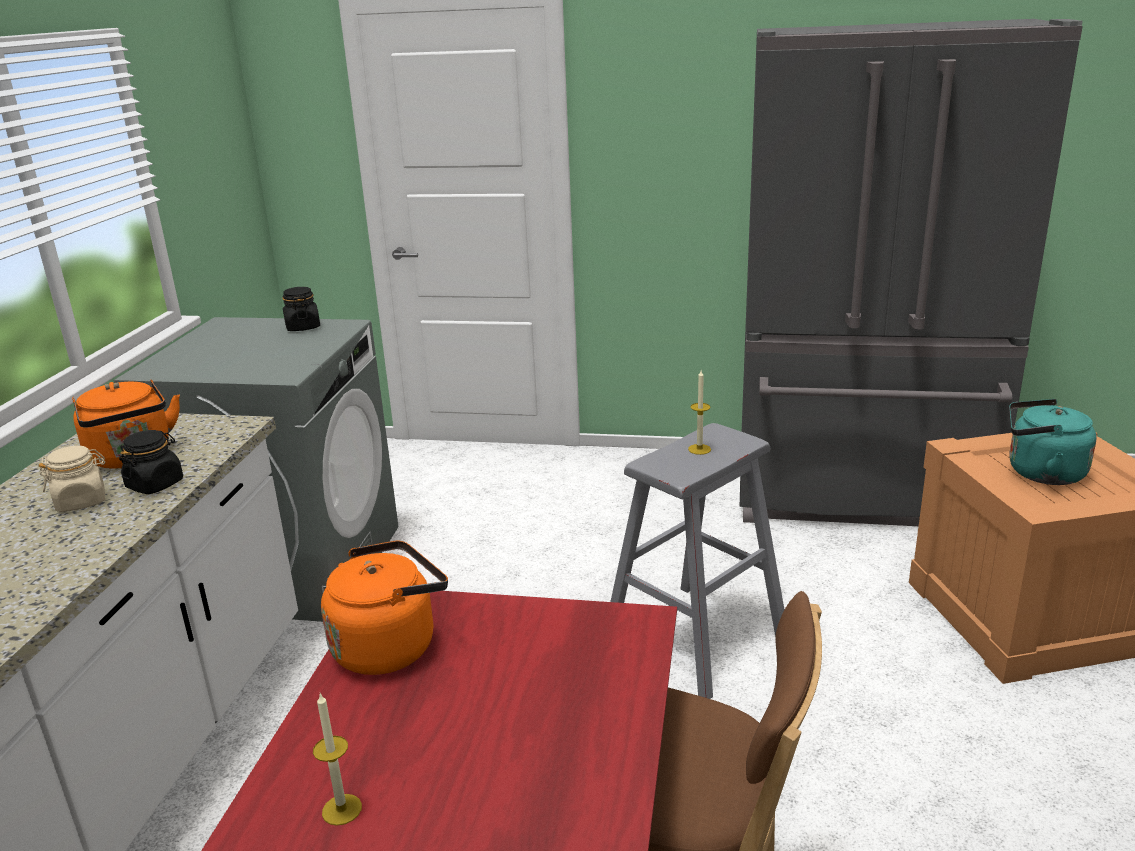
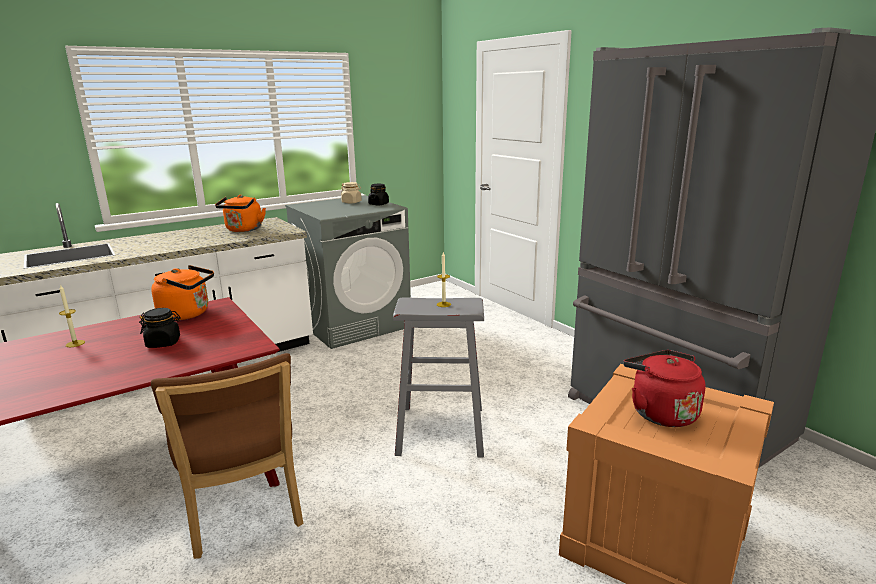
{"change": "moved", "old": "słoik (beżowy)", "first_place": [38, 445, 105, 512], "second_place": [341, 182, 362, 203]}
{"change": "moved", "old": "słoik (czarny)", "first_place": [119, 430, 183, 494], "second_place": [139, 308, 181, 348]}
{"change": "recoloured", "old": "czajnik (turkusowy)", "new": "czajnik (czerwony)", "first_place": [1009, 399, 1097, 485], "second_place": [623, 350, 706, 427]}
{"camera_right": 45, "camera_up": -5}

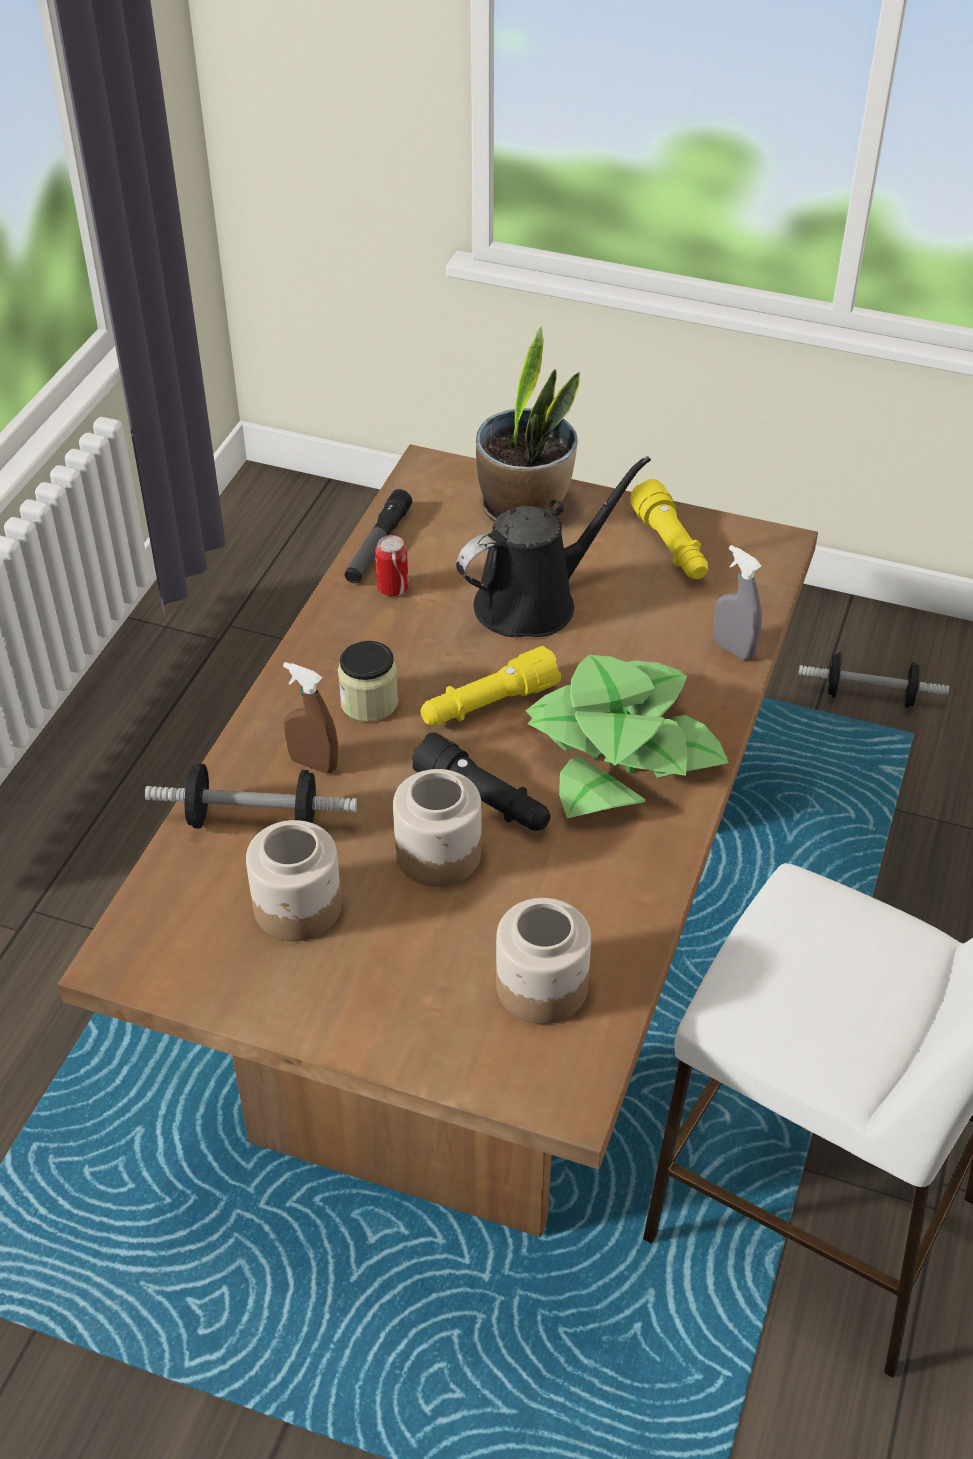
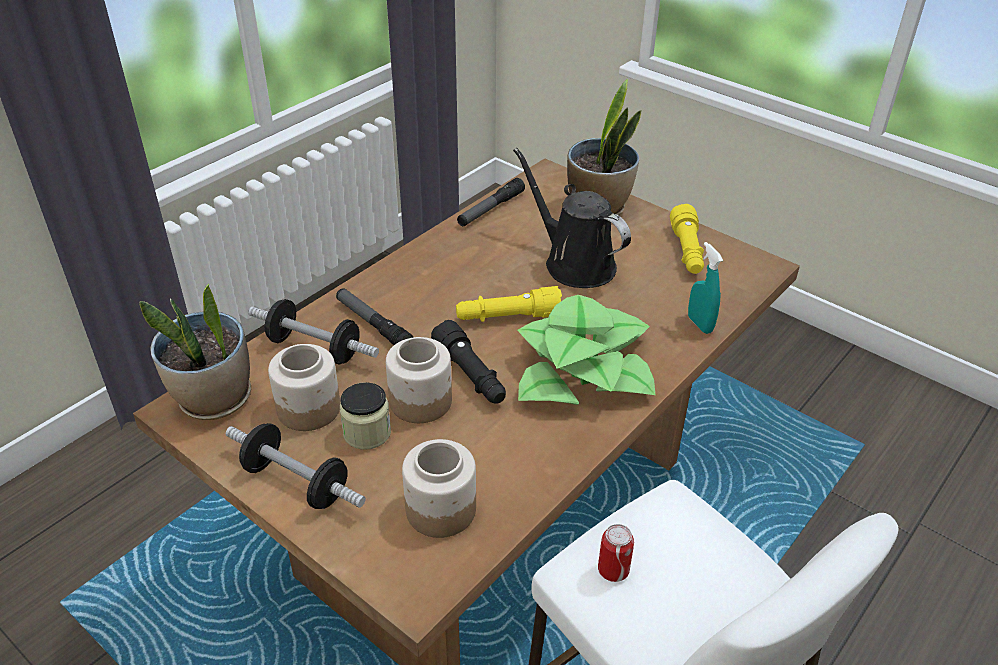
{"change": "replaced", "old": "spryskiwacz (brązowy)", "new": "latarka", "first_place": [283, 662, 338, 774], "second_place": [336, 288, 413, 345]}
{"change": "moved", "old": "słoik", "first_place": [338, 641, 398, 722], "second_place": [340, 382, 391, 450]}
{"change": "moved", "old": "puszka", "first_place": [375, 535, 409, 596], "second_place": [598, 524, 634, 582]}
{"change": "turned", "old": "konewka (czarny)", "first_place": [456, 456, 651, 637], "second_place": [513, 148, 631, 288], "degrees": -120}
{"change": "recoloured", "old": "spryskiwacz (szary)", "new": "spryskiwacz (turkusowy)", "first_place": [714, 545, 762, 660], "second_place": [688, 242, 723, 334]}
{"change": "moved", "old": "hantel", "first_place": [798, 653, 949, 708], "second_place": [226, 423, 366, 509]}
{"change": "added", "new": "roślina doniczkowa", "second_place": [139, 284, 251, 420]}
{"camera_right": 20, "camera_up": -5}

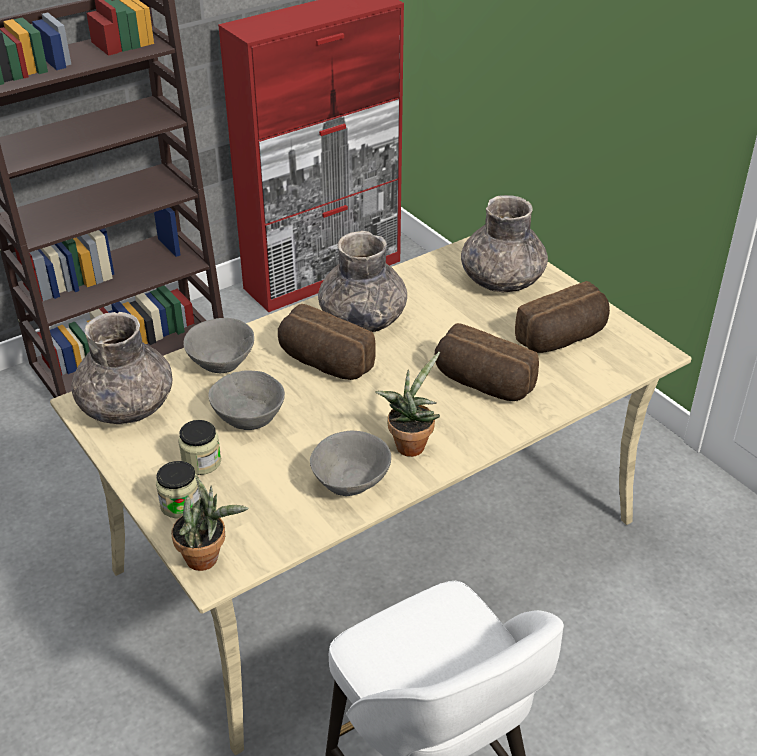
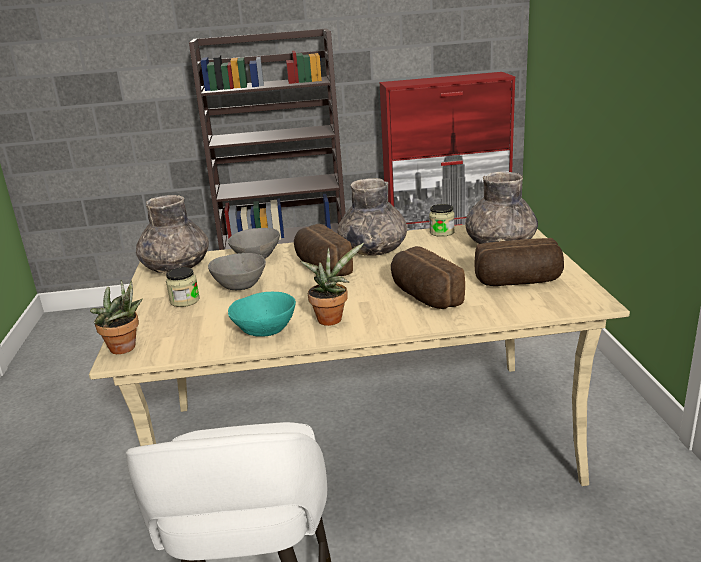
{"change": "moved", "old": "słoik", "first_place": [156, 461, 200, 518], "second_place": [429, 204, 455, 237]}
{"change": "recoloured", "old": "miska (szary)", "new": "miska (turkusowy)", "first_place": [310, 430, 391, 496], "second_place": [228, 292, 296, 337]}
{"camera_right": 30, "camera_up": -15}

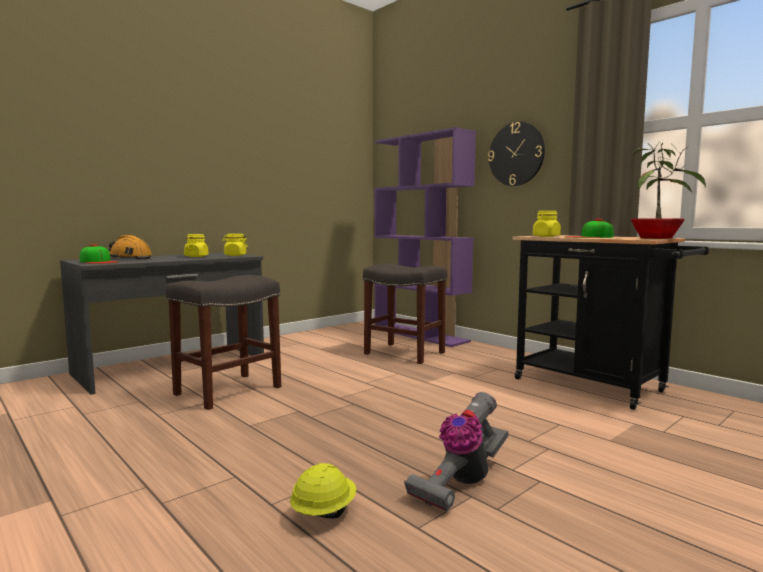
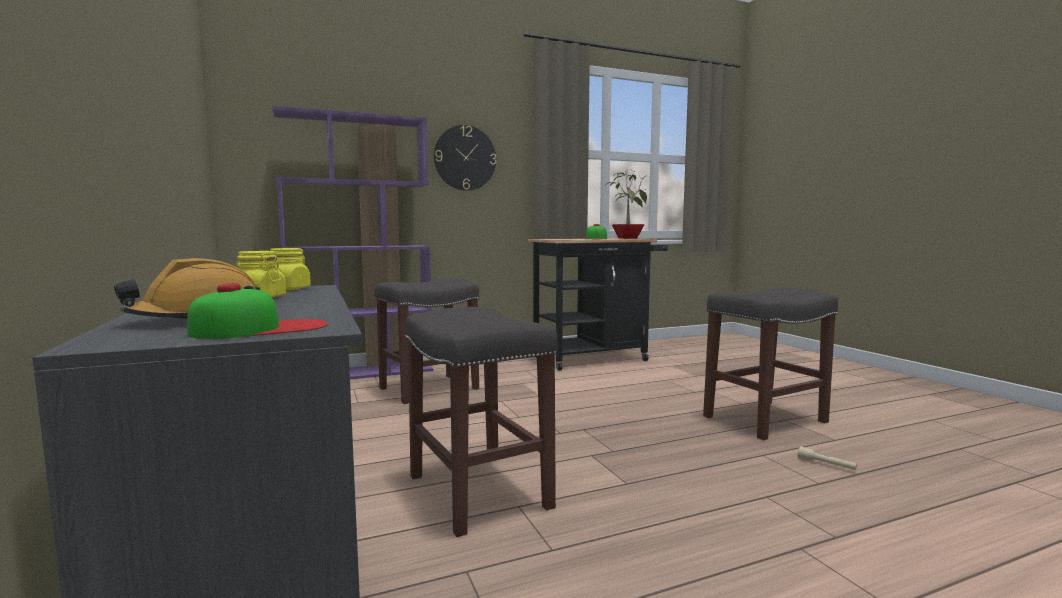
{"change": "replaced", "old": "kask (żółty)", "new": "latarka (beżowy)", "first_place": [290, 463, 357, 518], "second_place": [798, 446, 857, 470]}
{"change": "replaced", "old": "odkurzacz", "new": "stołek (szary)", "first_place": [404, 392, 509, 511], "second_place": [703, 288, 838, 440]}
{"change": "removed", "old": "słoik (żółty)", "first_place": [533, 211, 561, 237]}
{"camera_right": -70, "camera_up": 0}

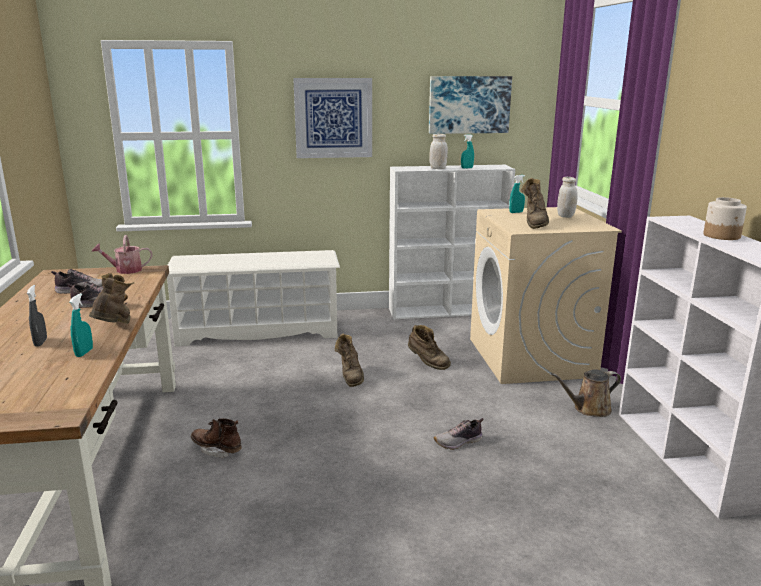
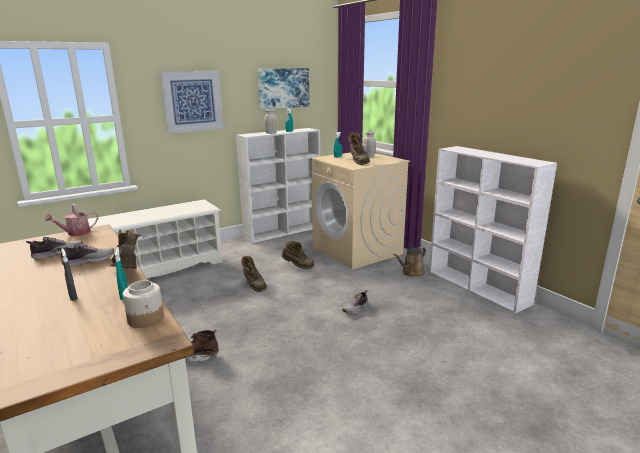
{"change": "moved", "old": "słoik", "first_place": [703, 197, 747, 240], "second_place": [123, 280, 164, 328]}
{"camera_right": -25, "camera_up": 0}

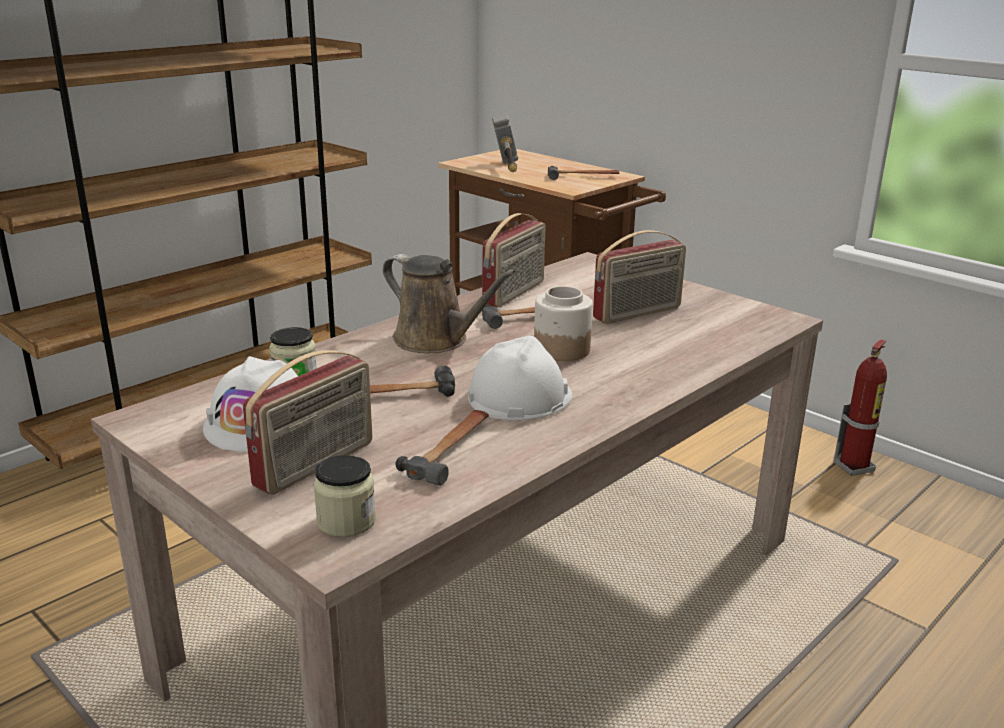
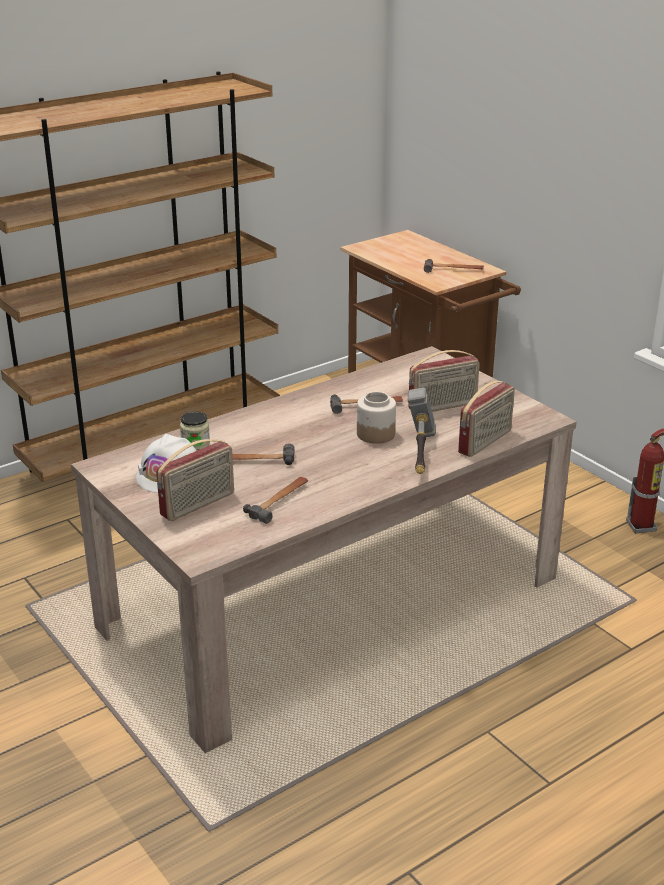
{"change": "removed", "old": "słoik", "first_place": [313, 455, 376, 537]}
{"change": "removed", "old": "konewka (brązowy)", "first_place": [383, 254, 516, 353]}
{"change": "removed", "old": "kask (biały)", "first_place": [468, 335, 573, 420]}
{"change": "moved", "old": "radio", "first_place": [482, 213, 546, 307], "second_place": [458, 381, 515, 457]}
{"change": "moved", "old": "młotek", "first_place": [492, 115, 518, 172], "second_place": [408, 387, 436, 474]}
{"camera_right": 10, "camera_up": 5}

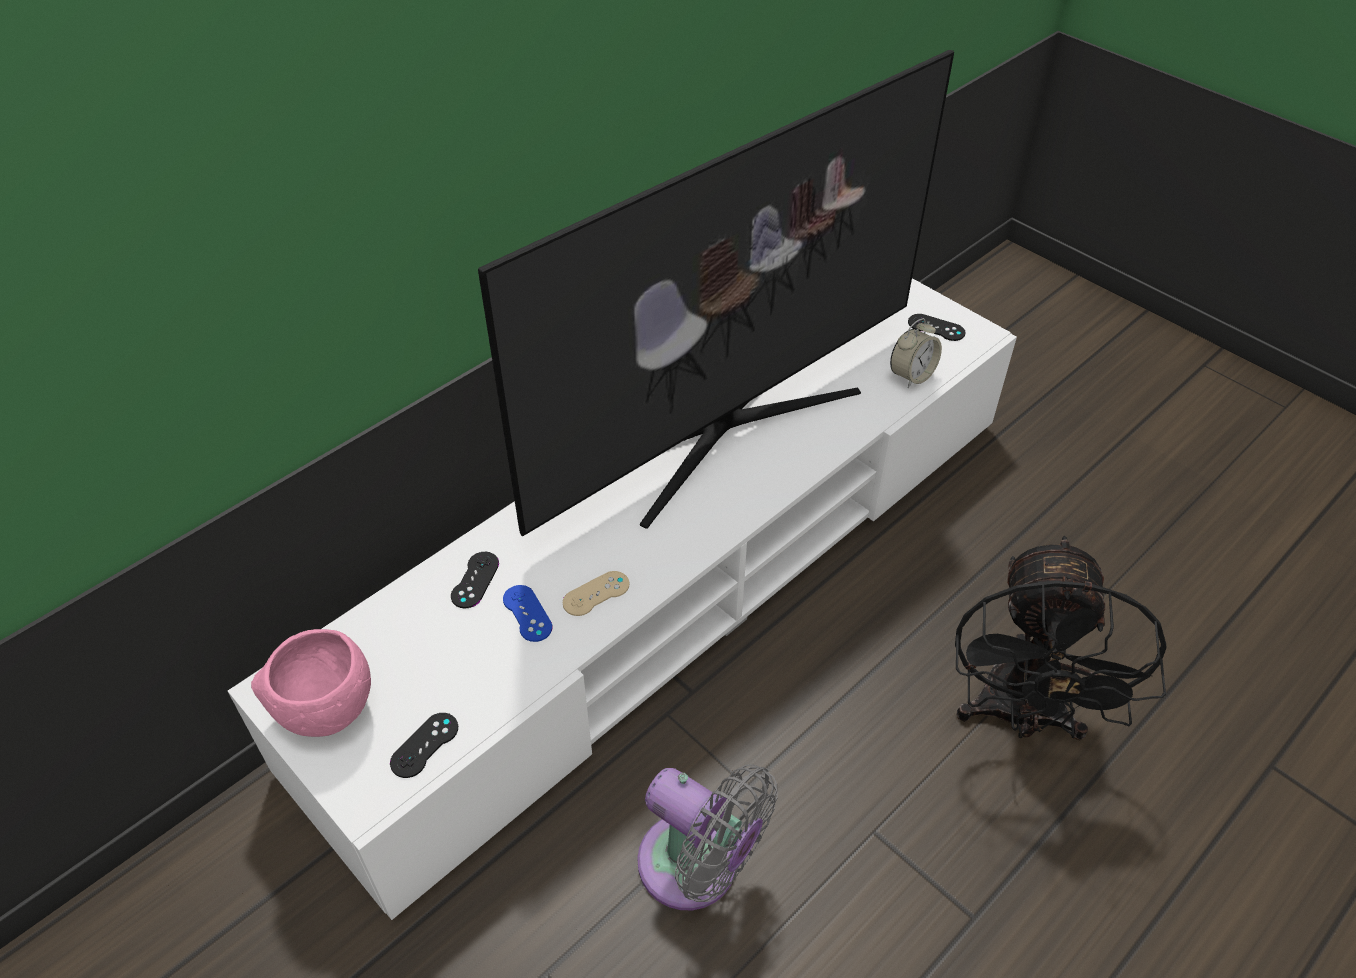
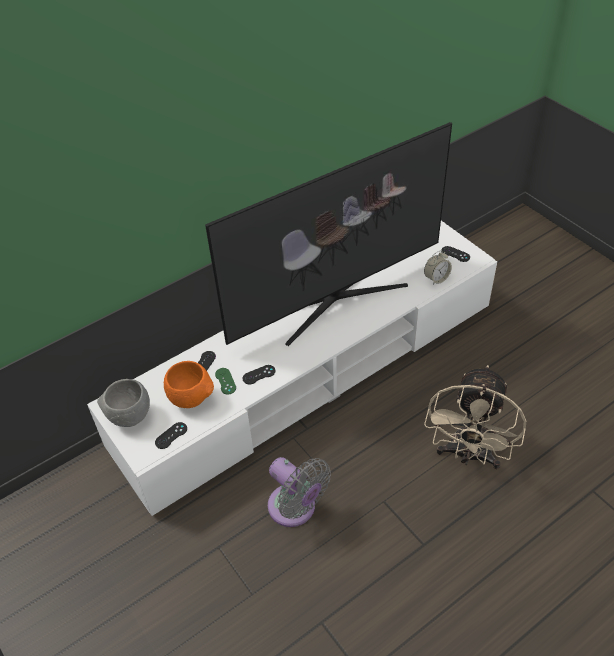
{"change": "recoloured", "old": "miska (różowy)", "new": "miska (szary)", "first_place": [251, 629, 371, 737], "second_place": [97, 379, 150, 427]}
{"change": "recoloured", "old": "pad do gier (niebieski)", "new": "pad do gier (zielony)", "first_place": [503, 585, 552, 642], "second_place": [215, 368, 236, 395]}
{"change": "recoloured", "old": "pad do gier (beżowy)", "new": "pad do gier (czarny)", "first_place": [563, 571, 629, 616], "second_place": [243, 365, 276, 384]}
{"change": "recoloured", "old": "wentylator (czarny)", "new": "wentylator (beżowy)", "first_place": [955, 536, 1166, 740], "second_place": [424, 365, 526, 469]}
{"change": "added", "new": "miska (pomarańczowy)", "second_place": [164, 361, 214, 408]}
{"camera_right": 10, "camera_up": 0}

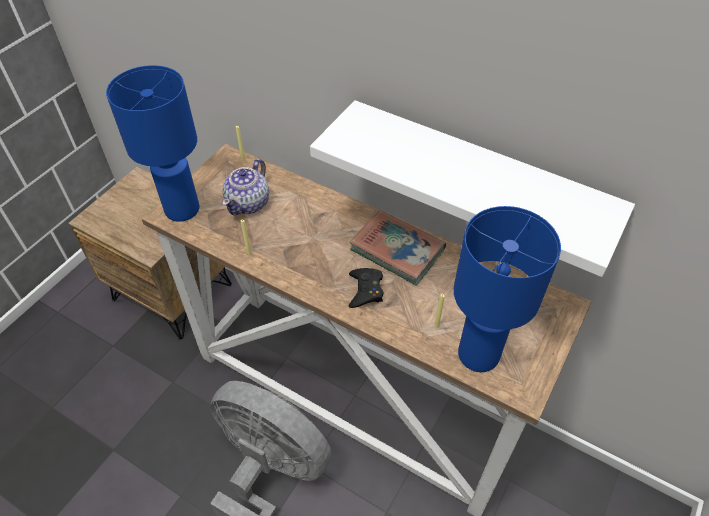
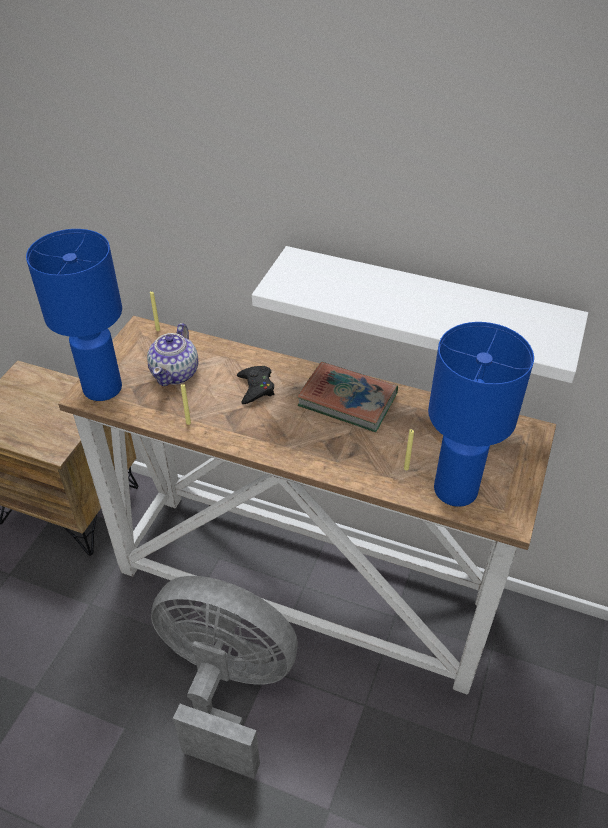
{"change": "moved", "old": "pad do gier (czarny)", "first_place": [349, 268, 384, 308], "second_place": [237, 366, 275, 404]}
{"camera_right": -10, "camera_up": -5}

